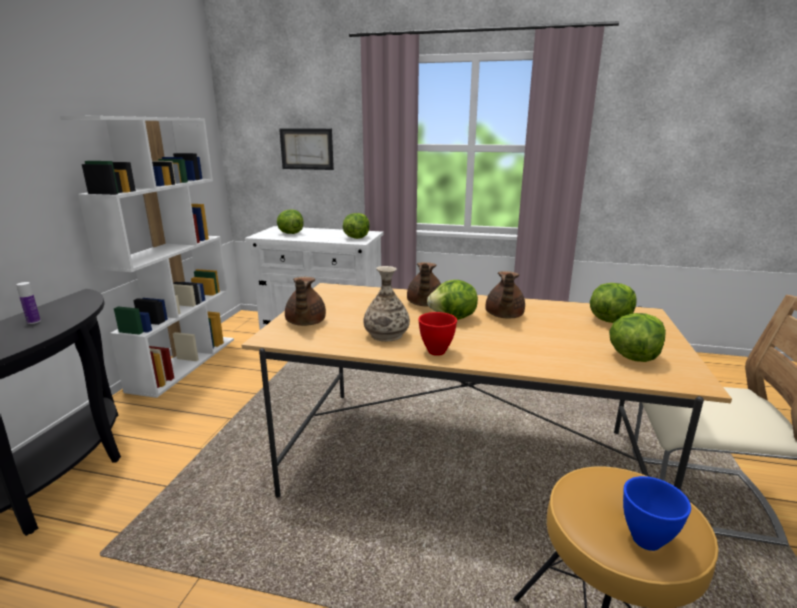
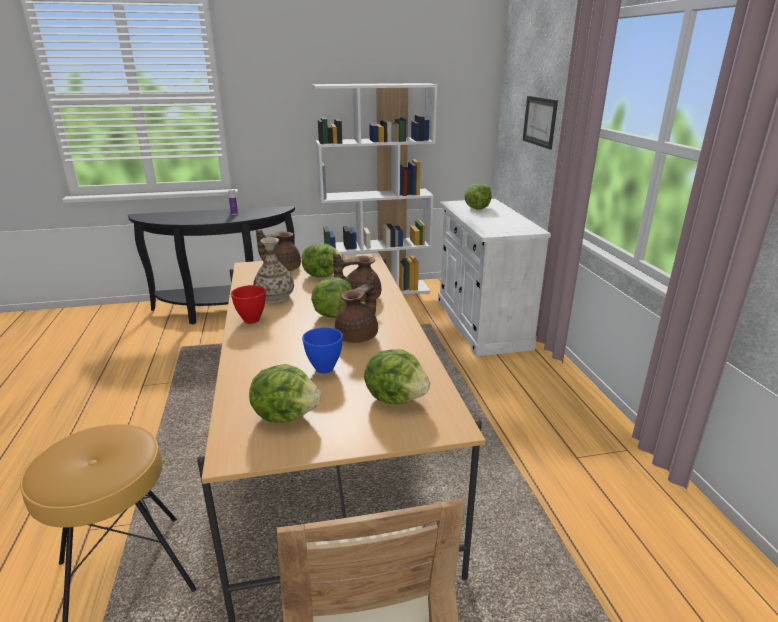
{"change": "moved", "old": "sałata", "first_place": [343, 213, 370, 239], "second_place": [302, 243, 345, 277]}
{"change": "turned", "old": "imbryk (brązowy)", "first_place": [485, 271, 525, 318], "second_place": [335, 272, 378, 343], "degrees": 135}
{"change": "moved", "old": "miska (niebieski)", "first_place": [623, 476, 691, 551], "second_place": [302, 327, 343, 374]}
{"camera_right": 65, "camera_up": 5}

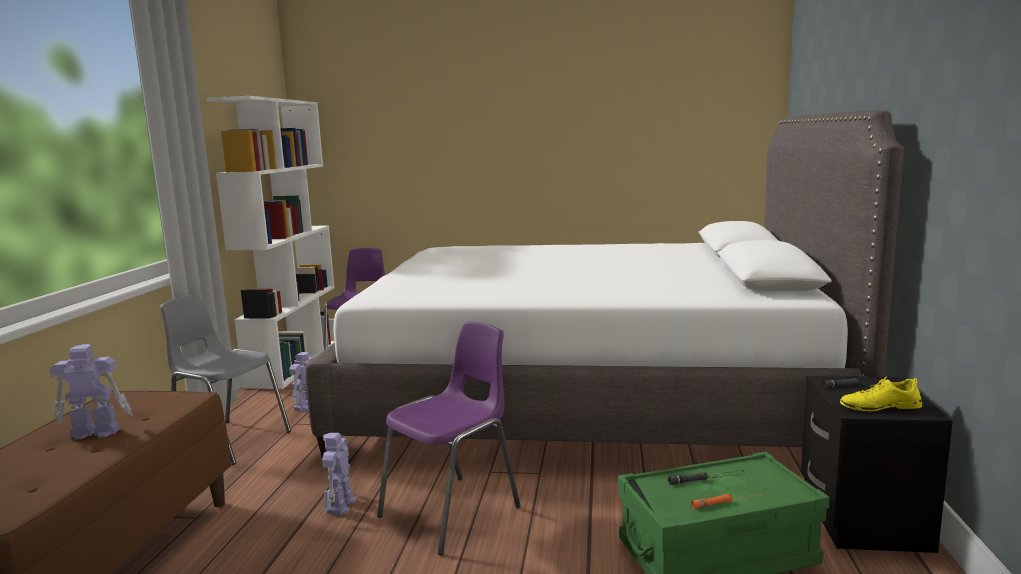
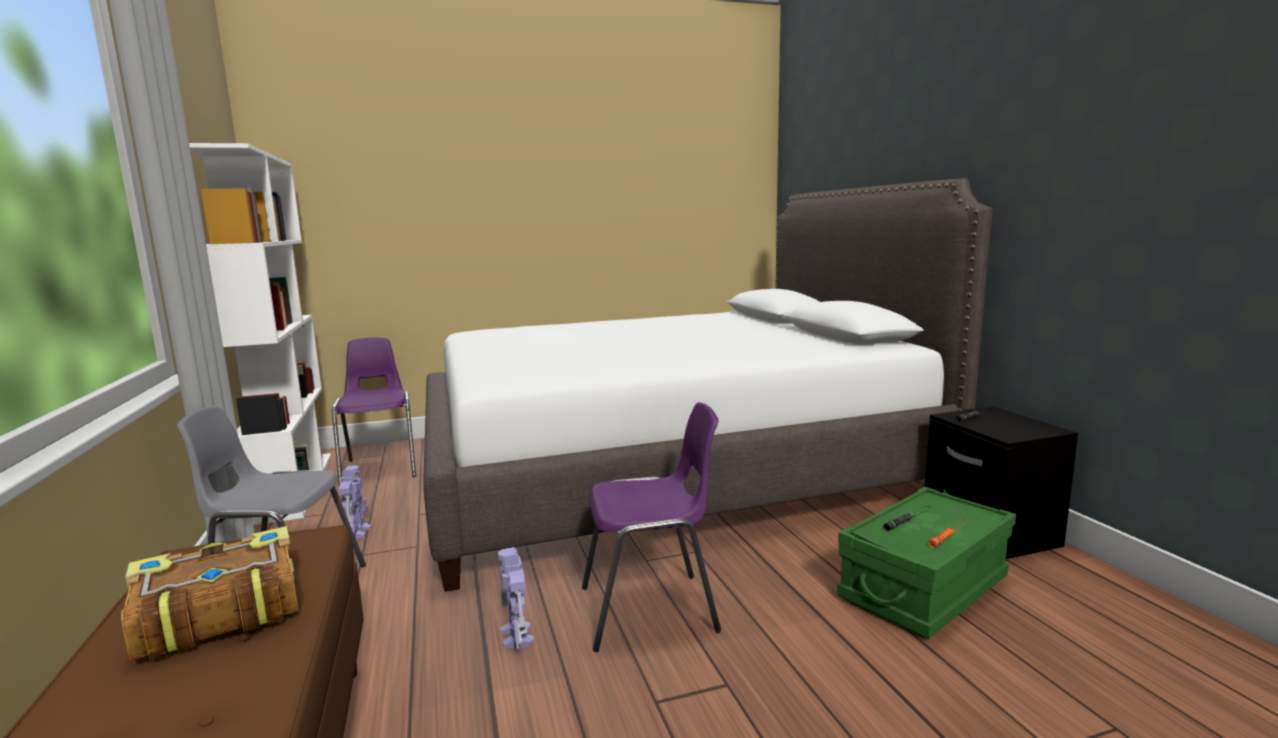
{"change": "replaced", "old": "robot zabawkowy", "new": "książka", "first_place": [50, 344, 132, 440], "second_place": [121, 526, 298, 661]}
{"change": "turned", "old": "krzesło (fioletowy)", "first_place": [377, 321, 521, 555], "second_place": [582, 402, 721, 652], "degrees": 60}
{"change": "removed", "old": "but (żółty)", "first_place": [840, 377, 922, 412]}
{"camera_right": -25, "camera_up": 0}

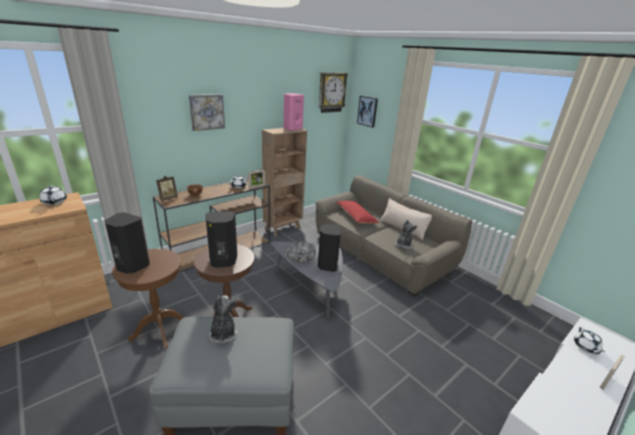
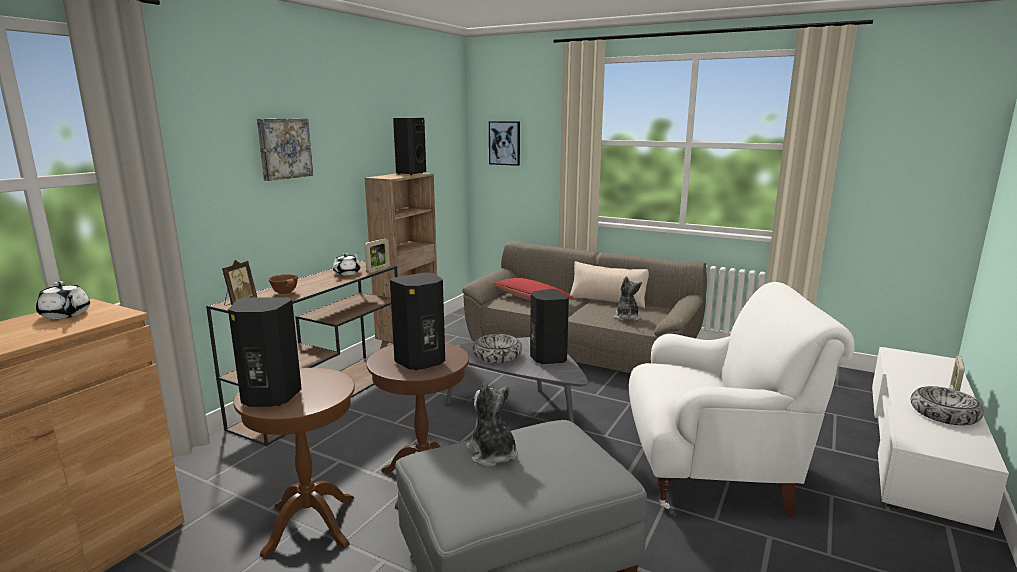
{"change": "recoloured", "old": "głośnik (różowy)", "new": "głośnik (czarny)", "first_place": [284, 93, 304, 131], "second_place": [393, 118, 426, 175]}
{"change": "removed", "old": "zegar ścienny", "first_place": [318, 72, 348, 113]}
{"change": "removed", "old": "imbryk (biały)", "first_place": [574, 326, 605, 354]}
{"change": "added", "new": "fotel (biały)", "second_place": [629, 282, 855, 516]}
{"change": "added", "new": "miska", "second_place": [911, 386, 984, 425]}
{"camera_right": -20, "camera_up": -10}

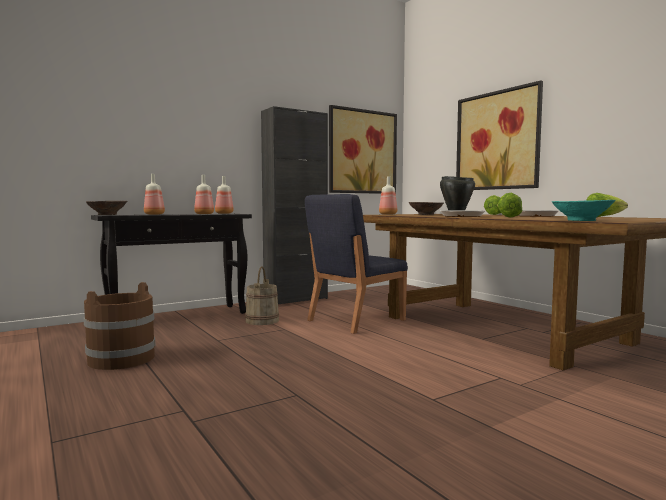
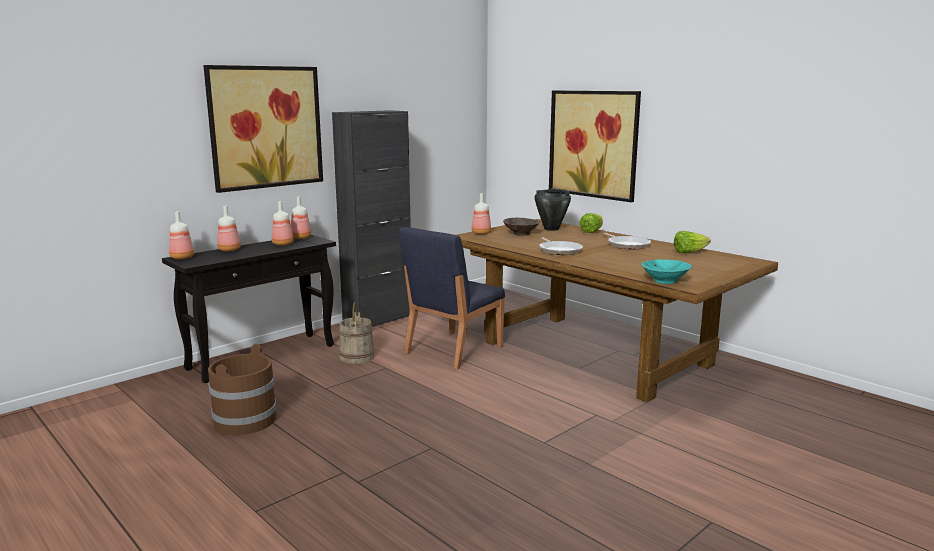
{"change": "replaced", "old": "miska (brązowy)", "new": "butelka", "first_place": [86, 201, 128, 215], "second_place": [169, 211, 194, 259]}
{"change": "moved", "old": "obraz", "first_place": [329, 105, 397, 194], "second_place": [203, 65, 323, 193]}
{"change": "removed", "old": "sałata", "first_place": [497, 193, 523, 218]}
{"camera_right": -10, "camera_up": 10}

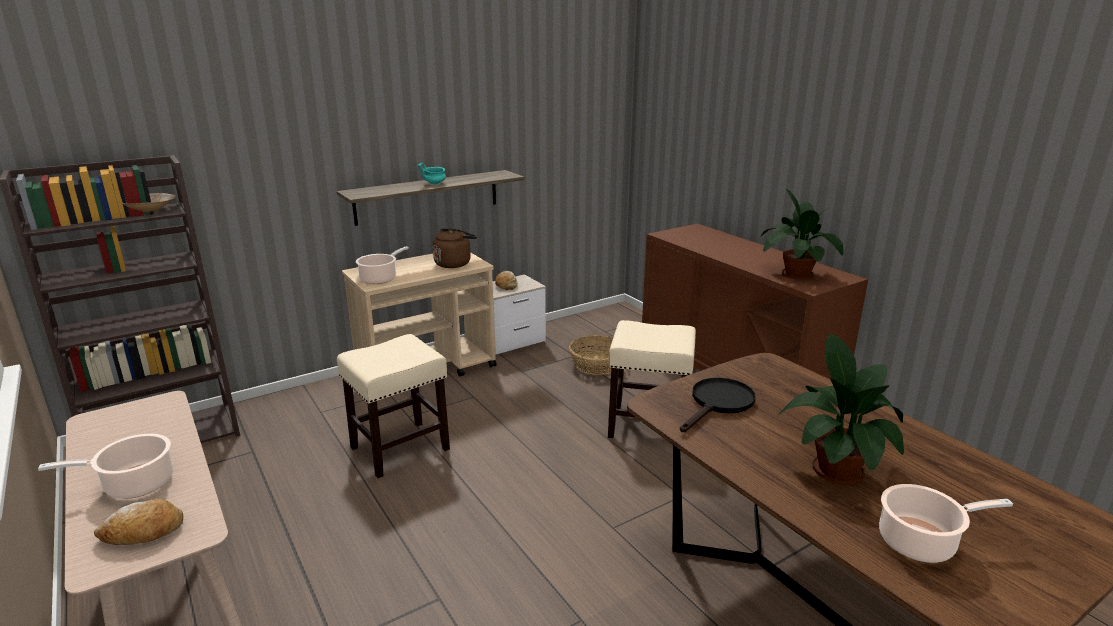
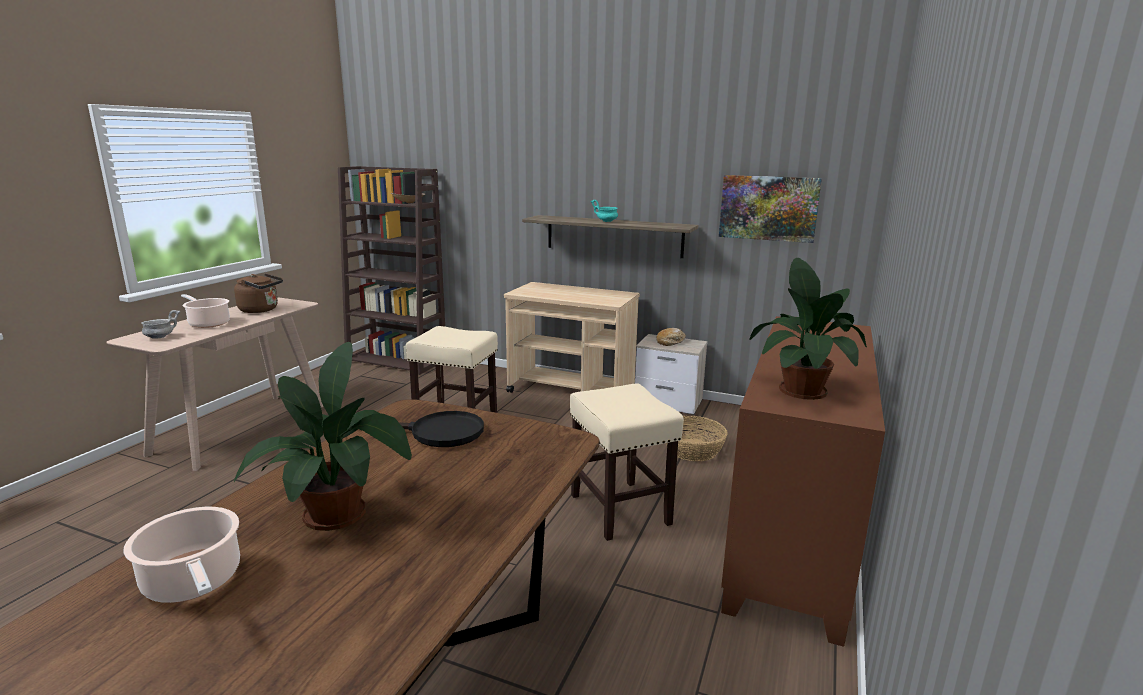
{"change": "replaced", "old": "chleb", "new": "miska (szary)", "first_place": [94, 499, 183, 545], "second_place": [141, 310, 180, 339]}
{"change": "removed", "old": "garnek", "first_place": [356, 247, 409, 284]}
{"change": "moved", "old": "czajnik (brązowy)", "first_place": [433, 229, 477, 268], "second_place": [234, 273, 283, 313]}
{"change": "added", "new": "obraz", "second_place": [719, 175, 822, 243]}
{"camera_right": 55, "camera_up": -5}

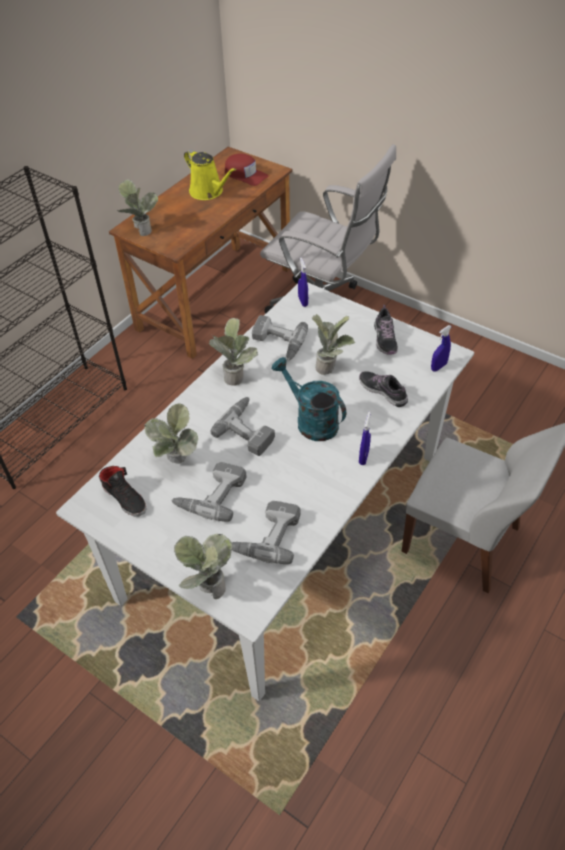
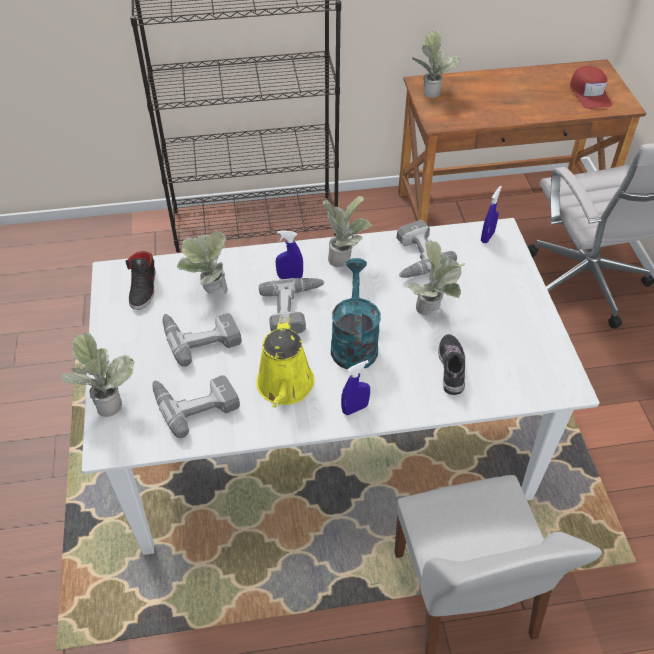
{"change": "moved", "old": "konewka (żółty)", "first_place": [184, 149, 236, 200], "second_place": [256, 314, 315, 408]}
{"change": "removed", "old": "but", "first_place": [374, 305, 398, 355]}
{"change": "moved", "old": "spryskiwacz (niebieski)", "first_place": [431, 325, 452, 372], "second_place": [276, 231, 303, 279]}
{"camera_right": 45, "camera_up": 0}

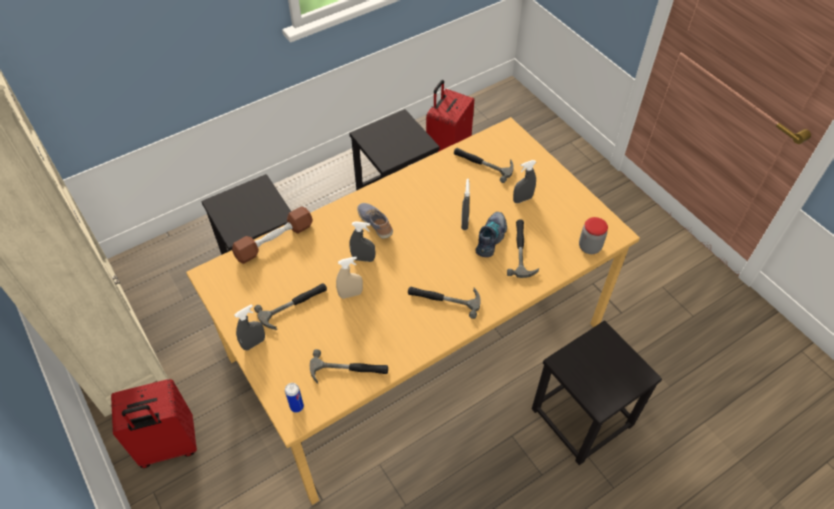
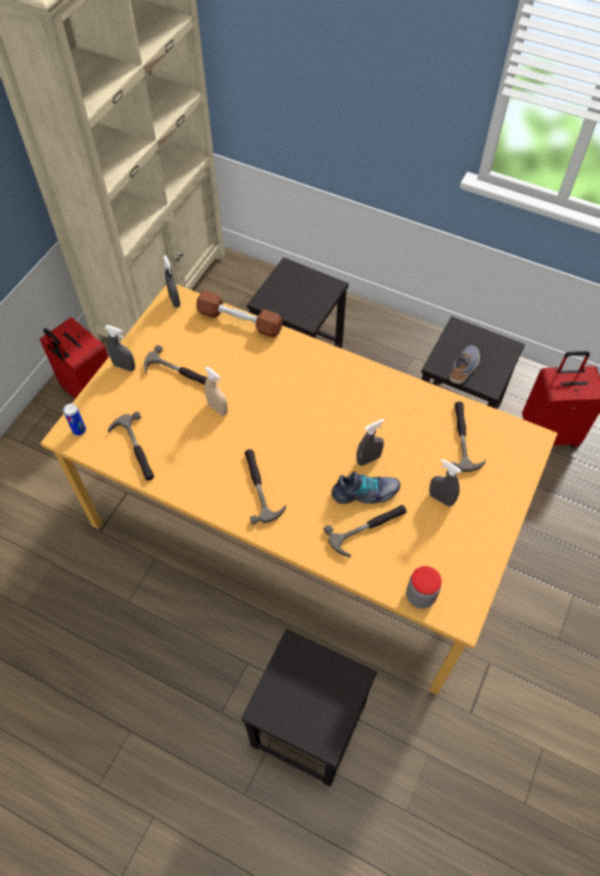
{"change": "moved", "old": "spryskiwacz (szary)", "first_place": [349, 221, 375, 262], "second_place": [163, 255, 180, 308]}
{"change": "moved", "old": "but", "first_place": [357, 203, 393, 239], "second_place": [449, 345, 480, 384]}
{"camera_right": 60, "camera_up": 5}

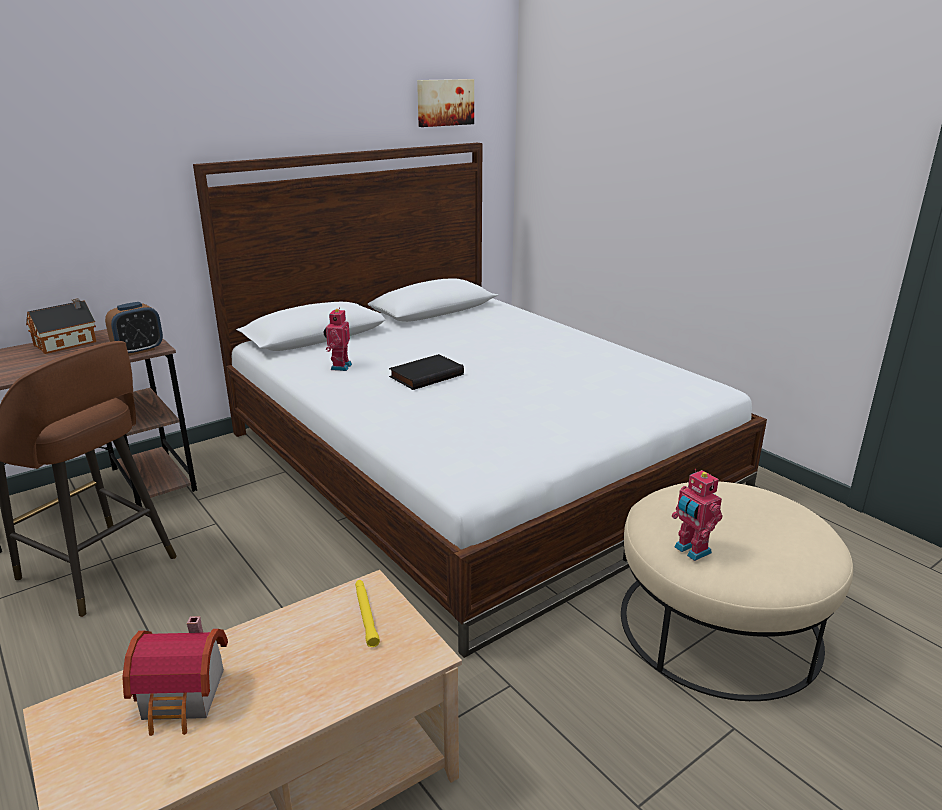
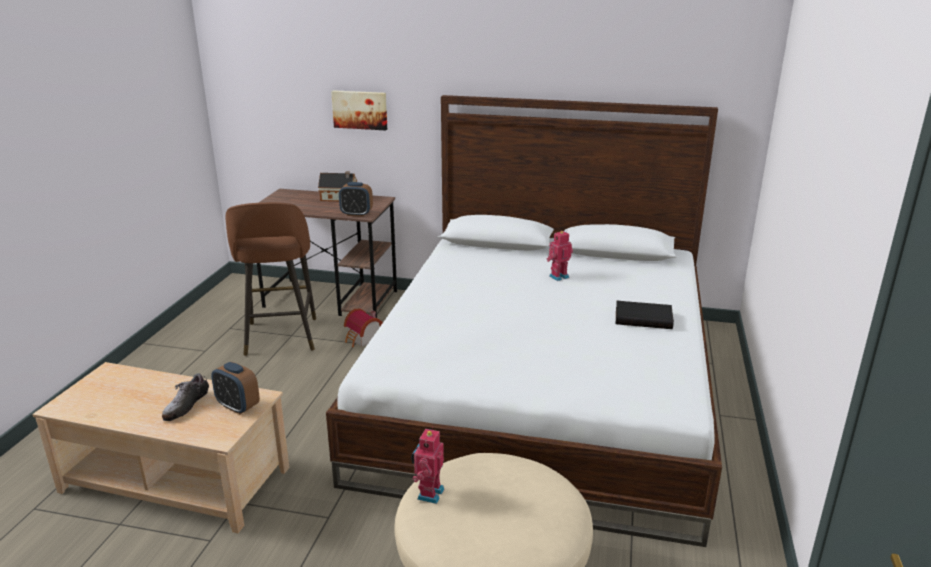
{"change": "moved", "old": "domek", "first_place": [122, 616, 228, 736], "second_place": [344, 308, 383, 347]}
{"change": "moved", "old": "robot zabawkowy", "first_place": [324, 307, 352, 371], "second_place": [546, 231, 573, 281]}
{"change": "replaced", "old": "latarka (żółty)", "new": "budzik", "first_place": [355, 580, 380, 647], "second_place": [211, 362, 260, 414]}
{"change": "moved", "old": "książka (czarny)", "first_place": [389, 354, 464, 390], "second_place": [616, 301, 674, 329]}
{"change": "moved", "old": "obraz", "first_place": [417, 79, 474, 127], "second_place": [331, 90, 387, 130]}
{"change": "added", "new": "but", "second_place": [162, 373, 209, 421]}
{"camera_right": 50, "camera_up": 0}

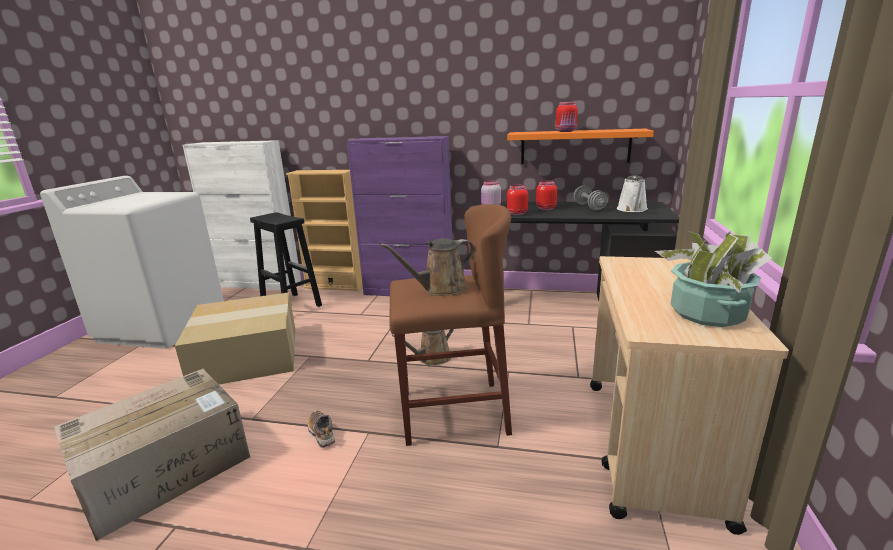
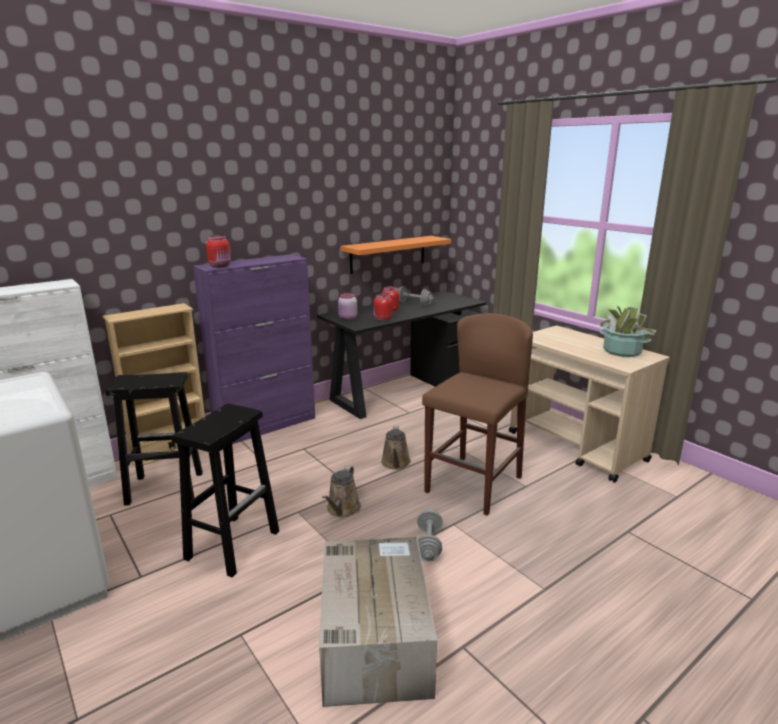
{"change": "replaced", "old": "karton", "new": "stołek (czarny)", "first_place": [175, 292, 295, 384], "second_place": [171, 403, 279, 578]}
{"change": "replaced", "old": "but", "new": "hantel (szary)", "first_place": [308, 411, 335, 448], "second_place": [417, 508, 443, 561]}
{"change": "moved", "old": "konewka (brązowy)", "first_place": [380, 238, 475, 296], "second_place": [322, 466, 361, 517]}
{"change": "moved", "old": "słoik (czerwony)", "first_place": [556, 102, 578, 132], "second_place": [206, 235, 231, 268]}
{"change": "removed", "old": "konewka (biały)", "first_place": [617, 175, 648, 212]}
{"camera_right": -50, "camera_up": 0}

